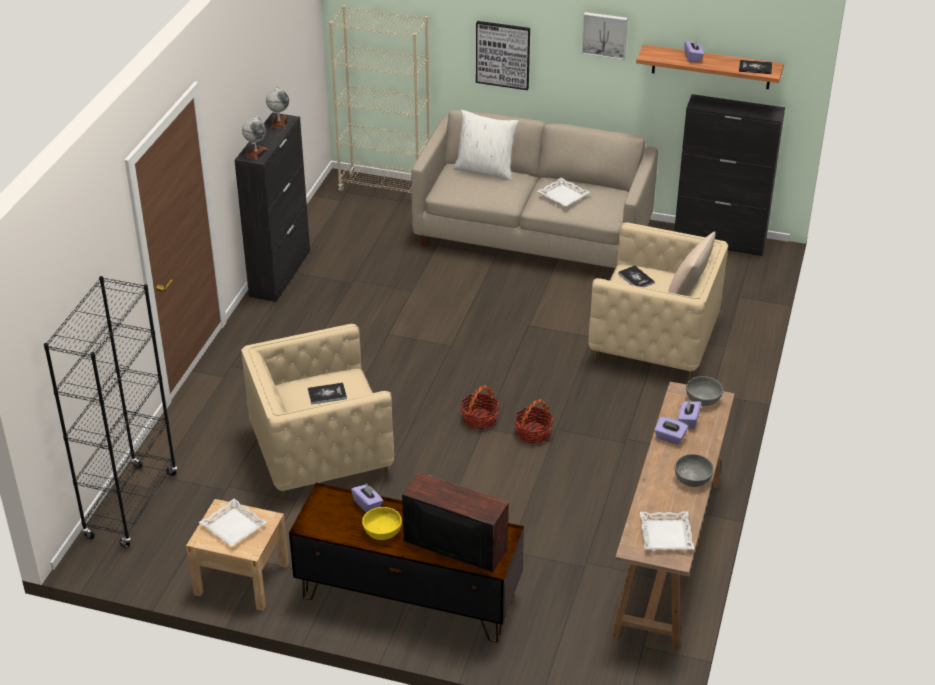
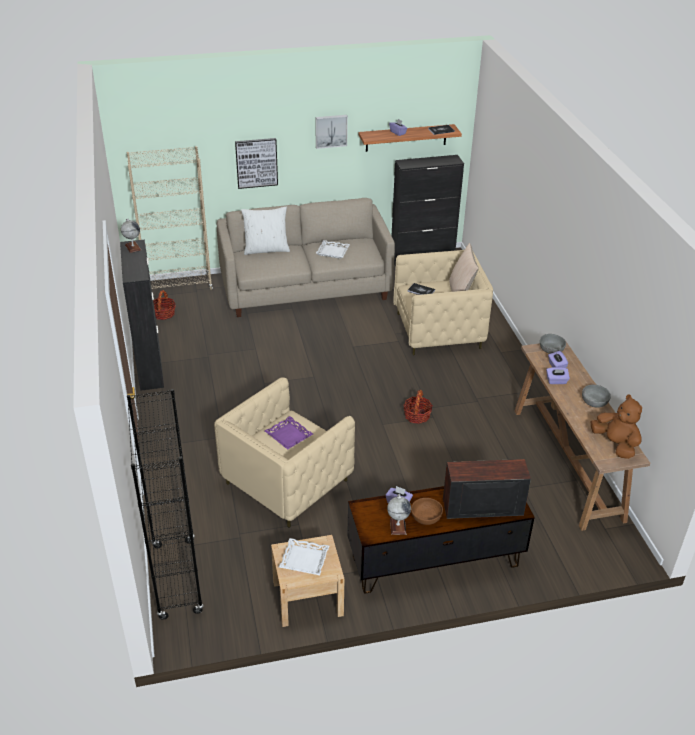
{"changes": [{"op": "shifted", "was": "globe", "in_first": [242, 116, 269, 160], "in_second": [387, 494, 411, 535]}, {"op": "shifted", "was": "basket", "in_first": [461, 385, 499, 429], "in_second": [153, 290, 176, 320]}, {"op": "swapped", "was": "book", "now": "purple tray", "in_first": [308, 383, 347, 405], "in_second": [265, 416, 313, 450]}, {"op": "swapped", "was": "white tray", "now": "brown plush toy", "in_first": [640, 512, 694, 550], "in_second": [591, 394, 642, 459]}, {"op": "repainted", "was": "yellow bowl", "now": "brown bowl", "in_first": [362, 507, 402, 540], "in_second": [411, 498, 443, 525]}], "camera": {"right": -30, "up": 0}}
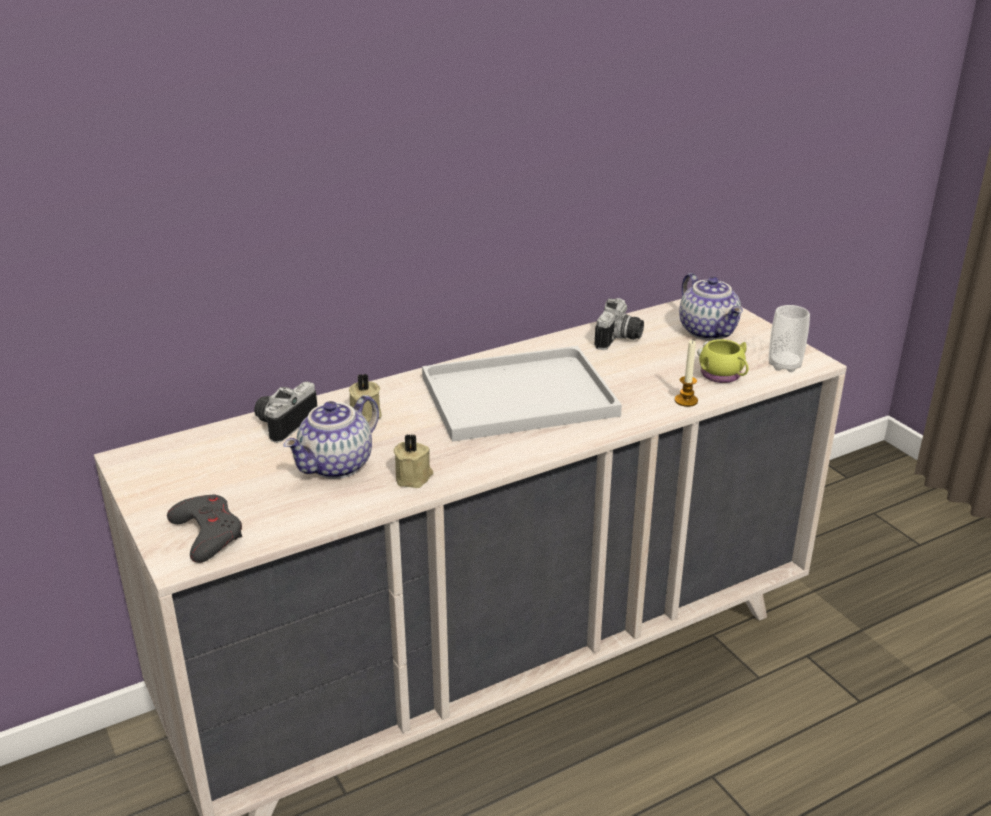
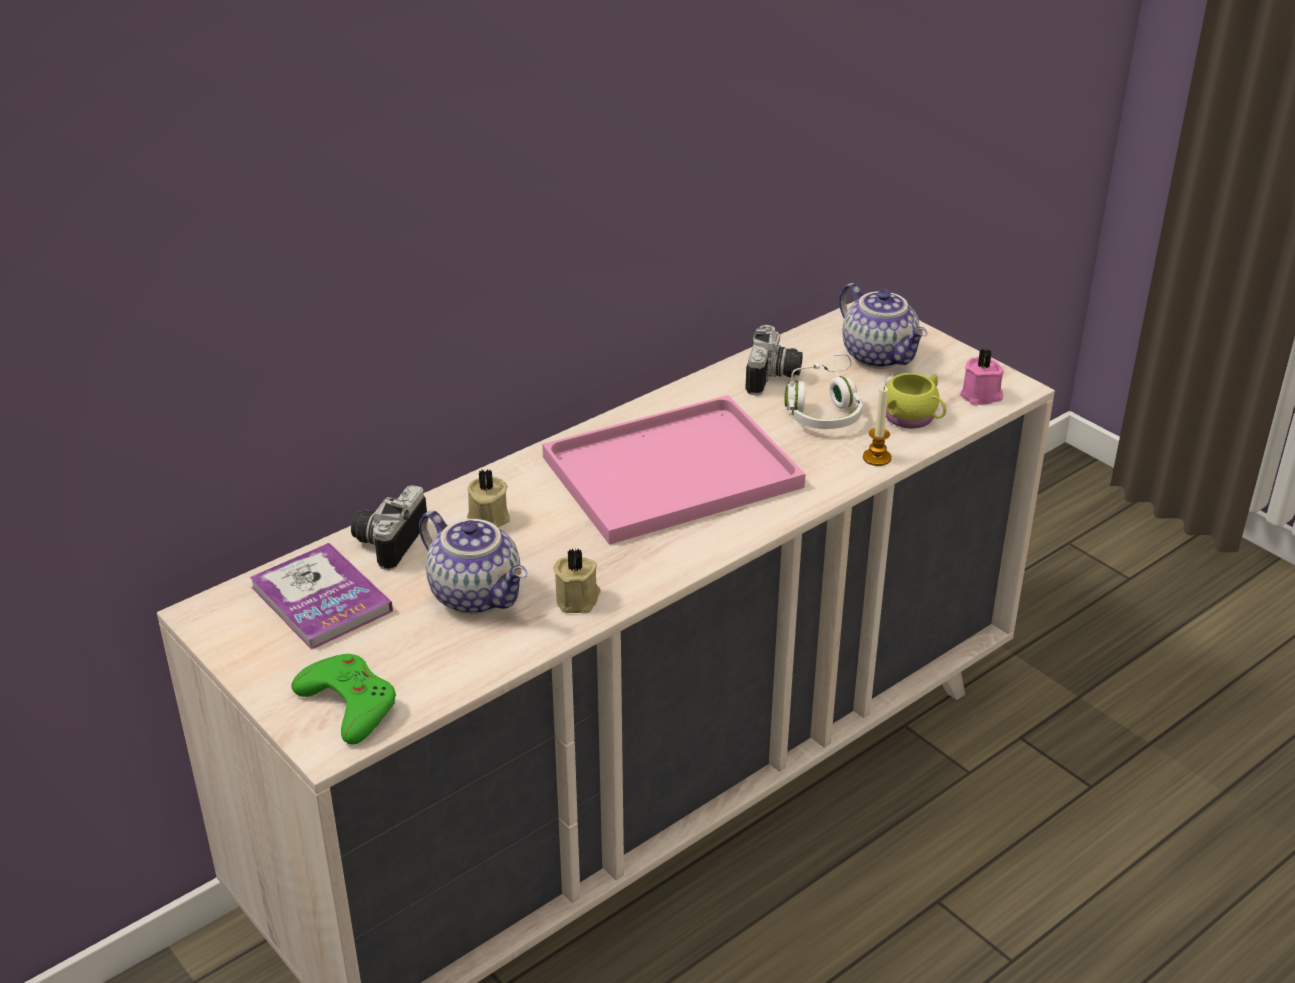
{"changes": [{"op": "new", "now": "book", "in_second": [249, 543, 393, 650]}, {"op": "new", "now": "white headphones", "in_second": [784, 354, 863, 429]}, {"op": "swapped", "was": "cup", "now": "pink candle", "in_first": [769, 305, 810, 372], "in_second": [960, 348, 1004, 406]}, {"op": "repainted", "was": "grey game controller", "now": "green game controller", "in_first": [167, 494, 242, 563], "in_second": [291, 654, 396, 744]}, {"op": "repainted", "was": "white tray", "now": "pink tray", "in_first": [422, 346, 622, 442], "in_second": [542, 395, 805, 545]}, {"op": "rotated", "was": "teapot", "in_first": [283, 395, 379, 479], "in_second": [419, 511, 527, 614], "clockwise": -75}], "camera": {"right": -10, "up": 5}}
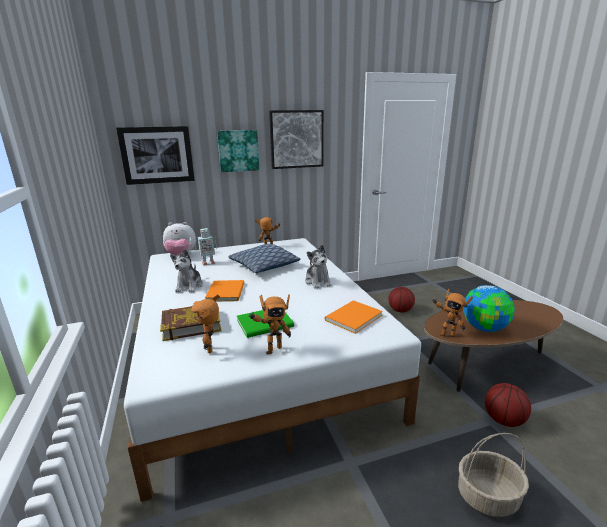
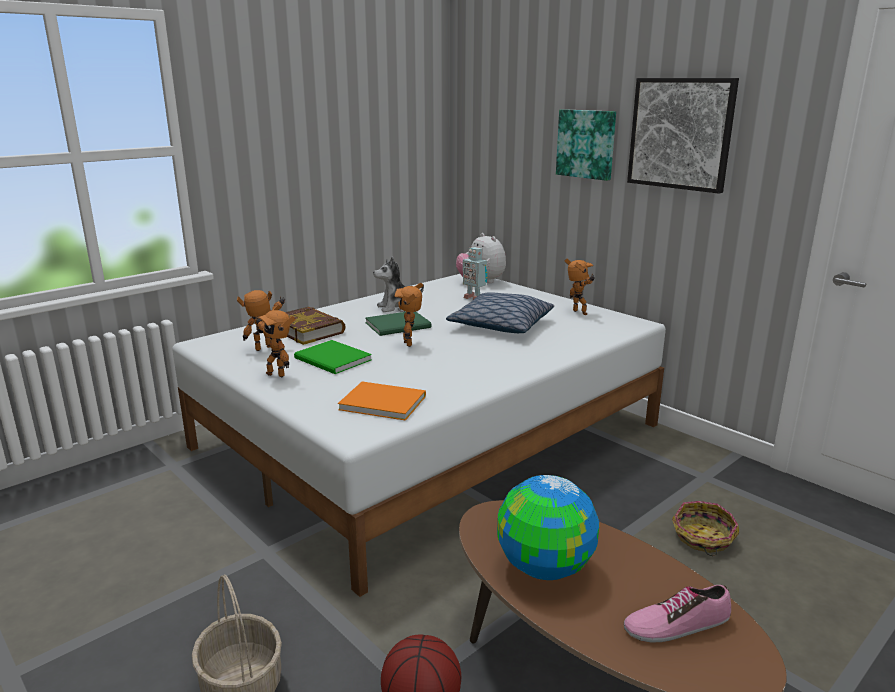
{"changes": [{"op": "gone", "was": "picture", "in_first": [116, 126, 195, 185]}, {"op": "gone", "was": "plush toy", "in_first": [305, 245, 332, 289]}, {"op": "new", "now": "shoe", "in_second": [624, 585, 731, 643]}, {"op": "shifted", "was": "toy robot", "in_first": [432, 289, 473, 336], "in_second": [394, 283, 423, 347]}, {"op": "swapped", "was": "basketball", "now": "basket", "in_first": [388, 287, 415, 313], "in_second": [672, 501, 739, 556]}, {"op": "repainted", "was": "orange book", "now": "green book", "in_first": [205, 280, 244, 302], "in_second": [365, 312, 431, 336]}], "camera": {"right": 65, "up": 0}}
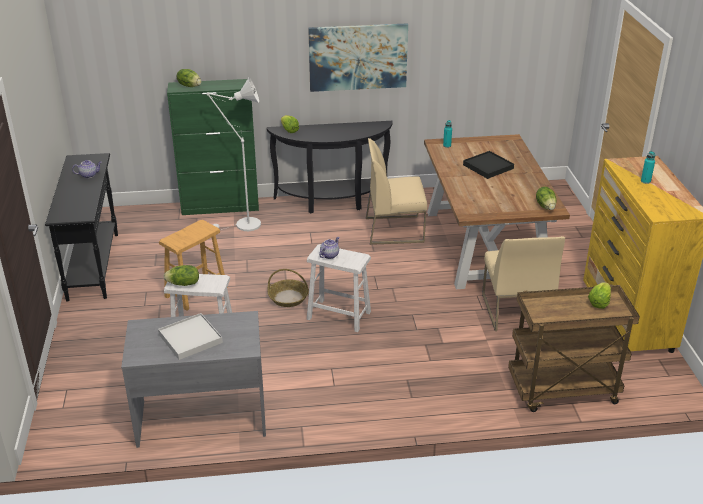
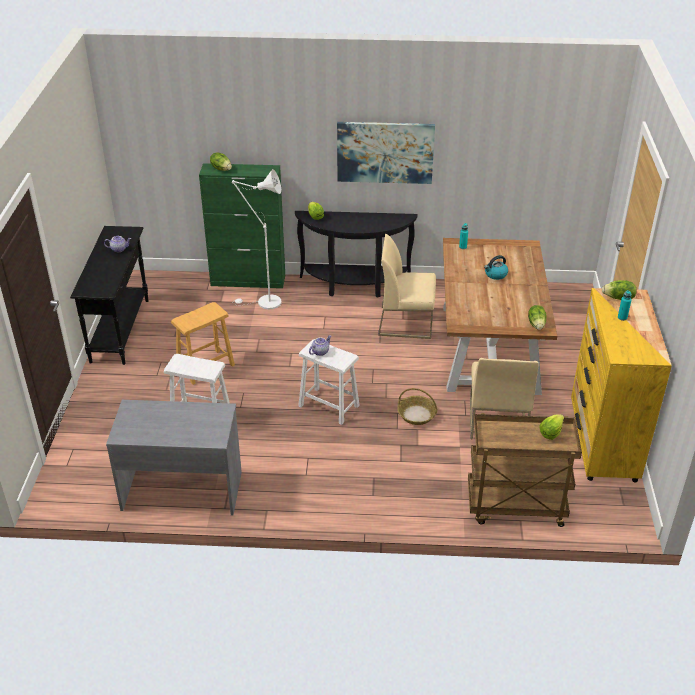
{"changes": [{"op": "gone", "was": "white tray", "in_first": [158, 313, 223, 360]}, {"op": "shifted", "was": "lettuce", "in_first": [163, 265, 199, 286], "in_second": [602, 280, 637, 300]}, {"op": "shifted", "was": "basket", "in_first": [267, 269, 309, 307], "in_second": [397, 388, 438, 425]}, {"op": "swapped", "was": "black tray", "now": "kettle", "in_first": [463, 151, 514, 179], "in_second": [484, 255, 508, 280]}], "camera": {"right": 10, "up": 5}}
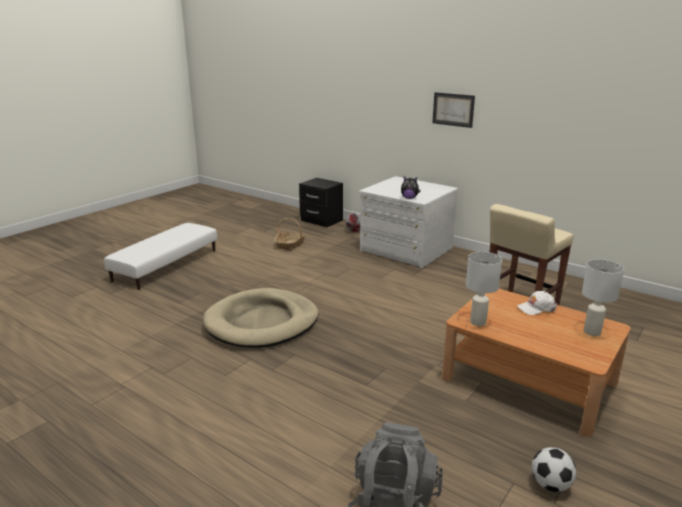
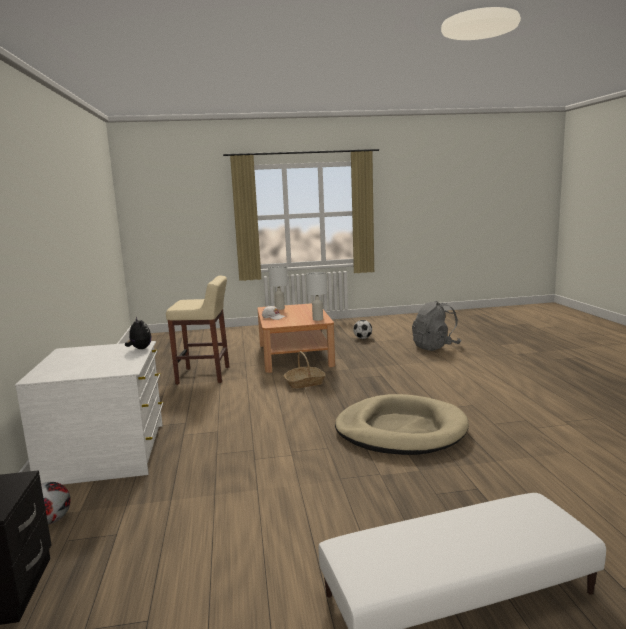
{"changes": [{"op": "gone", "was": "picture", "in_first": [432, 92, 475, 128]}, {"op": "shifted", "was": "basket", "in_first": [274, 218, 306, 250], "in_second": [284, 351, 326, 389]}], "camera": {"right": -135, "up": -10}}
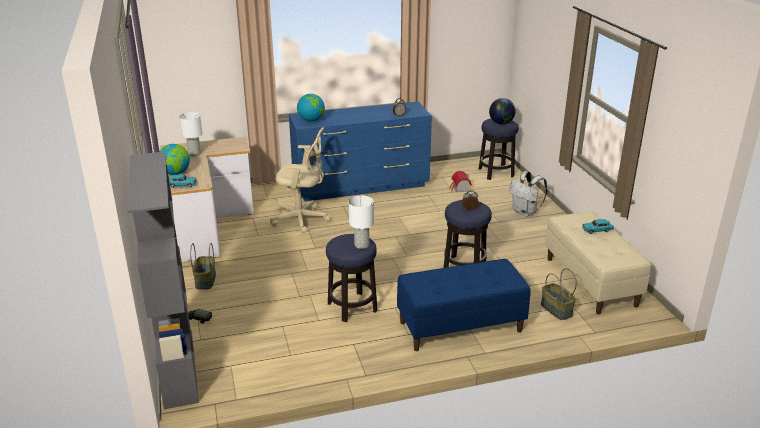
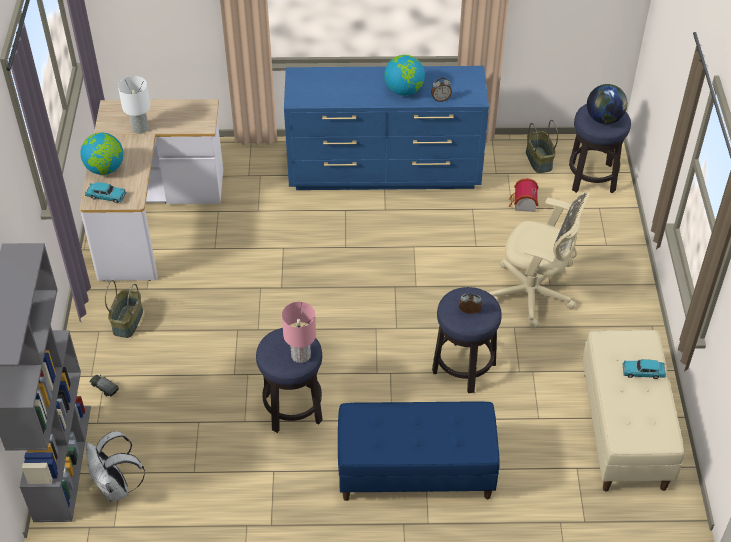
{"changes": [{"op": "shifted", "was": "beige office chair", "in_first": [270, 127, 331, 233], "in_second": [488, 192, 590, 329]}, {"op": "shifted", "was": "globe", "in_first": [297, 94, 325, 122], "in_second": [384, 55, 425, 96]}, {"op": "shifted", "was": "white backpack", "in_first": [509, 171, 547, 216], "in_second": [86, 431, 145, 502]}, {"op": "shifted", "was": "basket", "in_first": [541, 268, 577, 320], "in_second": [526, 120, 558, 173]}, {"op": "repainted", "was": "white table lamp", "now": "pink table lamp", "in_first": [349, 196, 374, 249], "in_second": [282, 302, 316, 363]}], "camera": {"right": 15, "up": 20}}
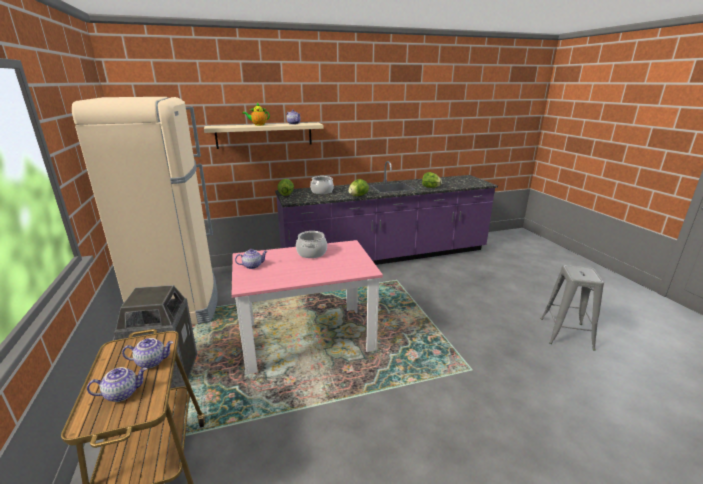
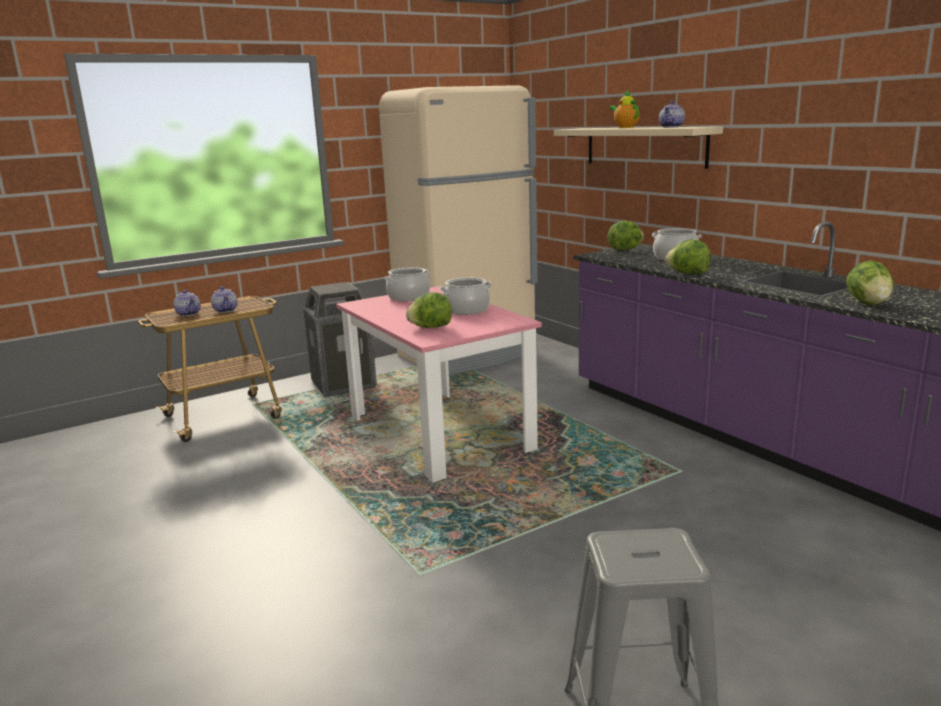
{"changes": [{"op": "new", "now": "lettuce", "in_second": [406, 292, 452, 328]}, {"op": "swapped", "was": "teapot", "now": "cooking pot", "in_first": [235, 249, 268, 269], "in_second": [385, 267, 430, 302]}], "camera": {"right": 75, "up": -5}}
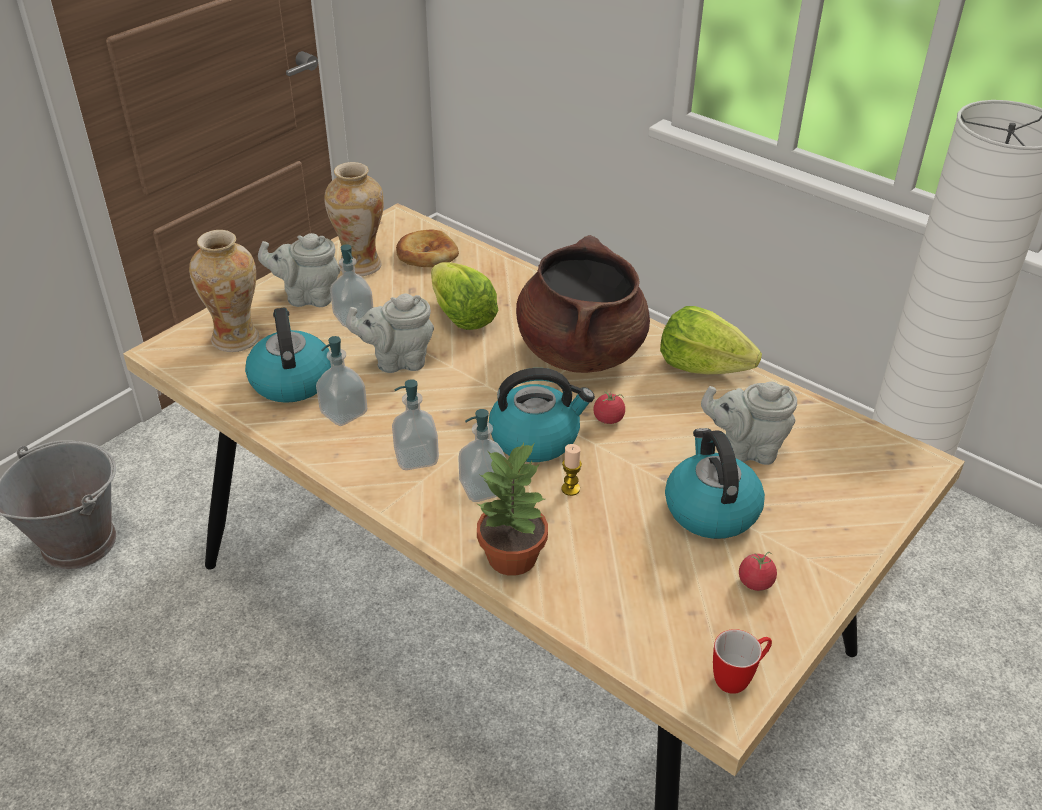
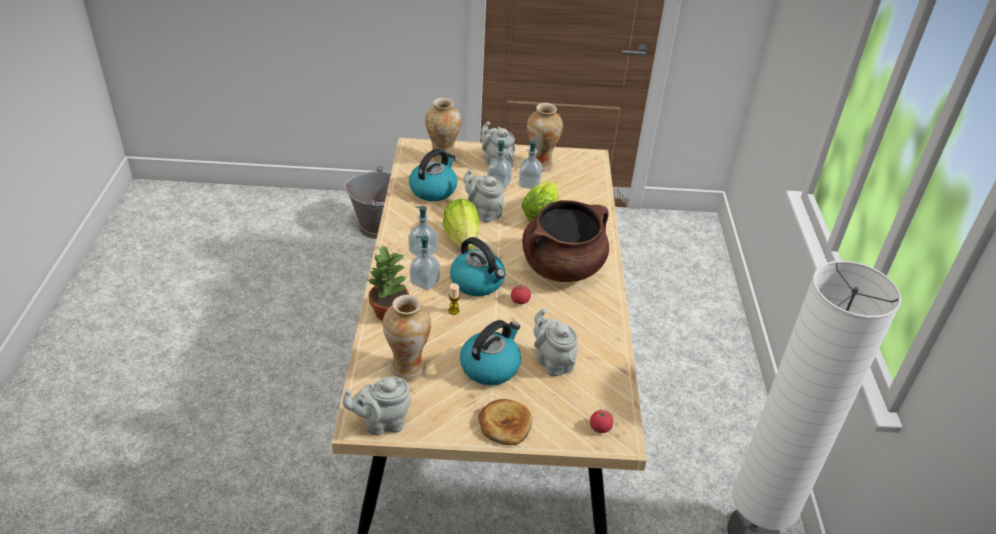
{"changes": [{"op": "new", "now": "vase", "in_second": [383, 295, 431, 381]}, {"op": "shifted", "was": "soap dispenser", "in_first": [316, 336, 367, 426], "in_second": [519, 141, 542, 189]}, {"op": "shifted", "was": "bread", "in_first": [396, 229, 459, 267], "in_second": [478, 399, 532, 445]}, {"op": "shifted", "was": "lettuce", "in_first": [660, 306, 762, 374], "in_second": [443, 199, 479, 250]}, {"op": "shifted", "was": "tomato", "in_first": [739, 552, 777, 591], "in_second": [590, 409, 613, 433]}, {"op": "swapped", "was": "mug", "now": "grey teapot", "in_first": [713, 629, 772, 694], "in_second": [342, 377, 411, 436]}], "camera": {"right": 50, "up": 0}}
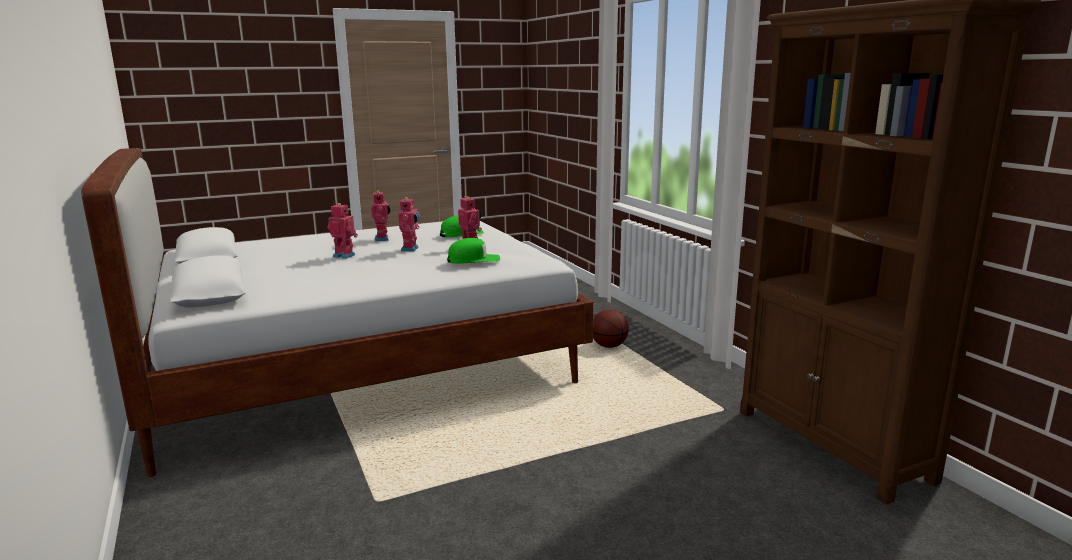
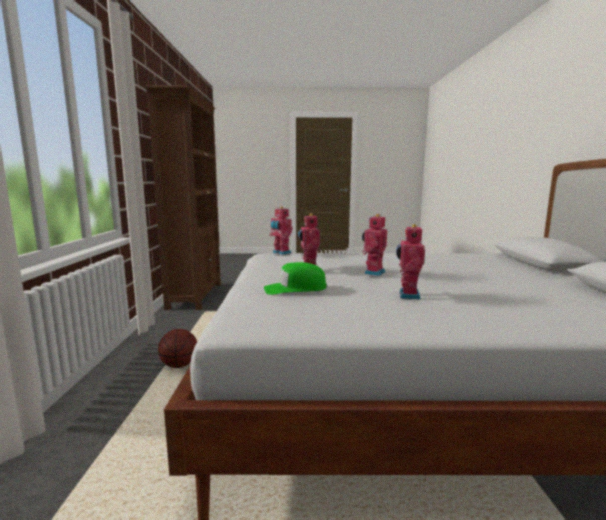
{"changes": [{"op": "gone", "was": "green cap", "in_first": [447, 238, 500, 264]}, {"op": "shifted", "was": "toy robot", "in_first": [327, 203, 358, 259], "in_second": [270, 206, 293, 255]}], "camera": {"right": -155, "up": -5}}
